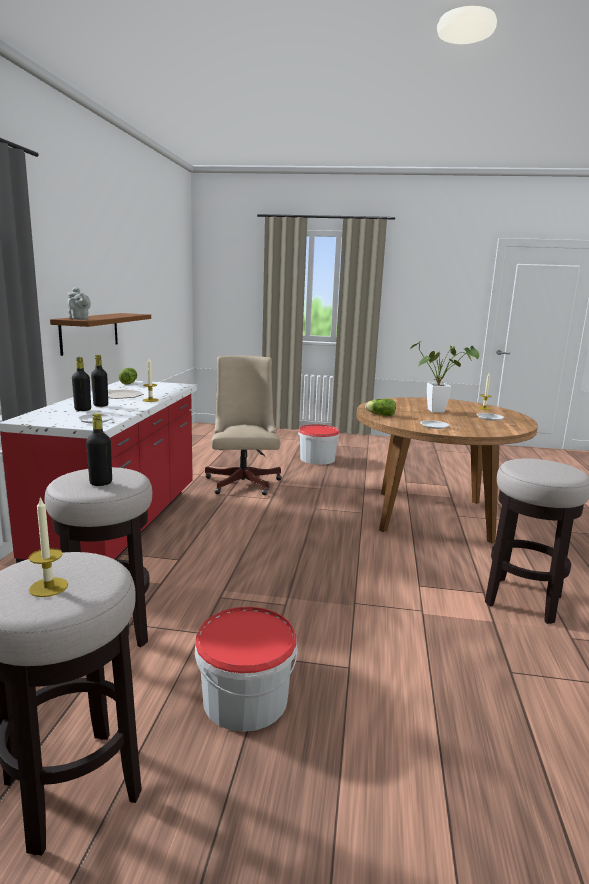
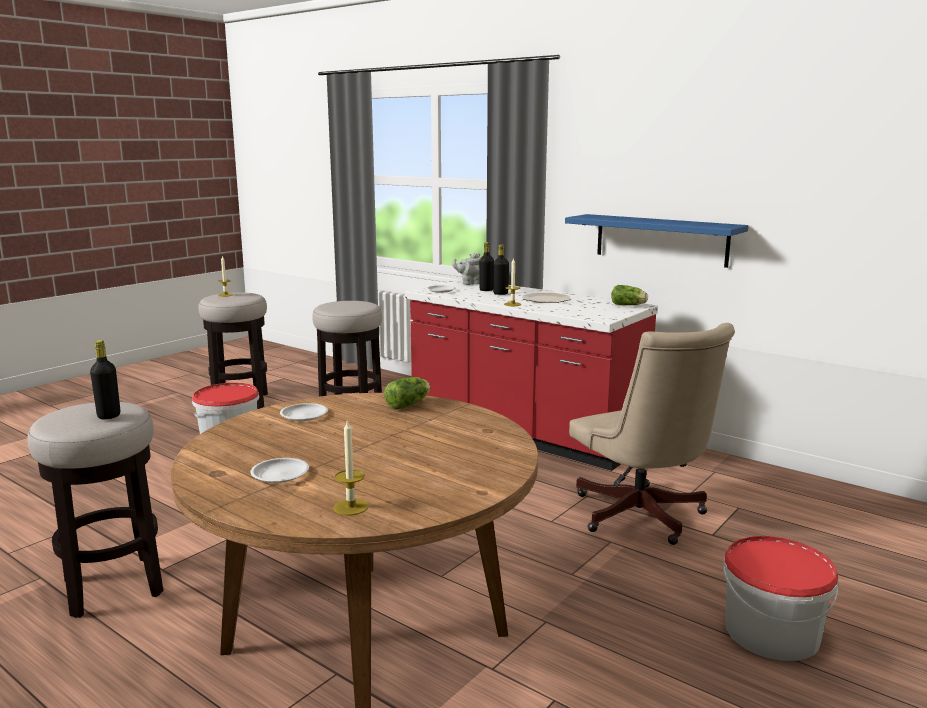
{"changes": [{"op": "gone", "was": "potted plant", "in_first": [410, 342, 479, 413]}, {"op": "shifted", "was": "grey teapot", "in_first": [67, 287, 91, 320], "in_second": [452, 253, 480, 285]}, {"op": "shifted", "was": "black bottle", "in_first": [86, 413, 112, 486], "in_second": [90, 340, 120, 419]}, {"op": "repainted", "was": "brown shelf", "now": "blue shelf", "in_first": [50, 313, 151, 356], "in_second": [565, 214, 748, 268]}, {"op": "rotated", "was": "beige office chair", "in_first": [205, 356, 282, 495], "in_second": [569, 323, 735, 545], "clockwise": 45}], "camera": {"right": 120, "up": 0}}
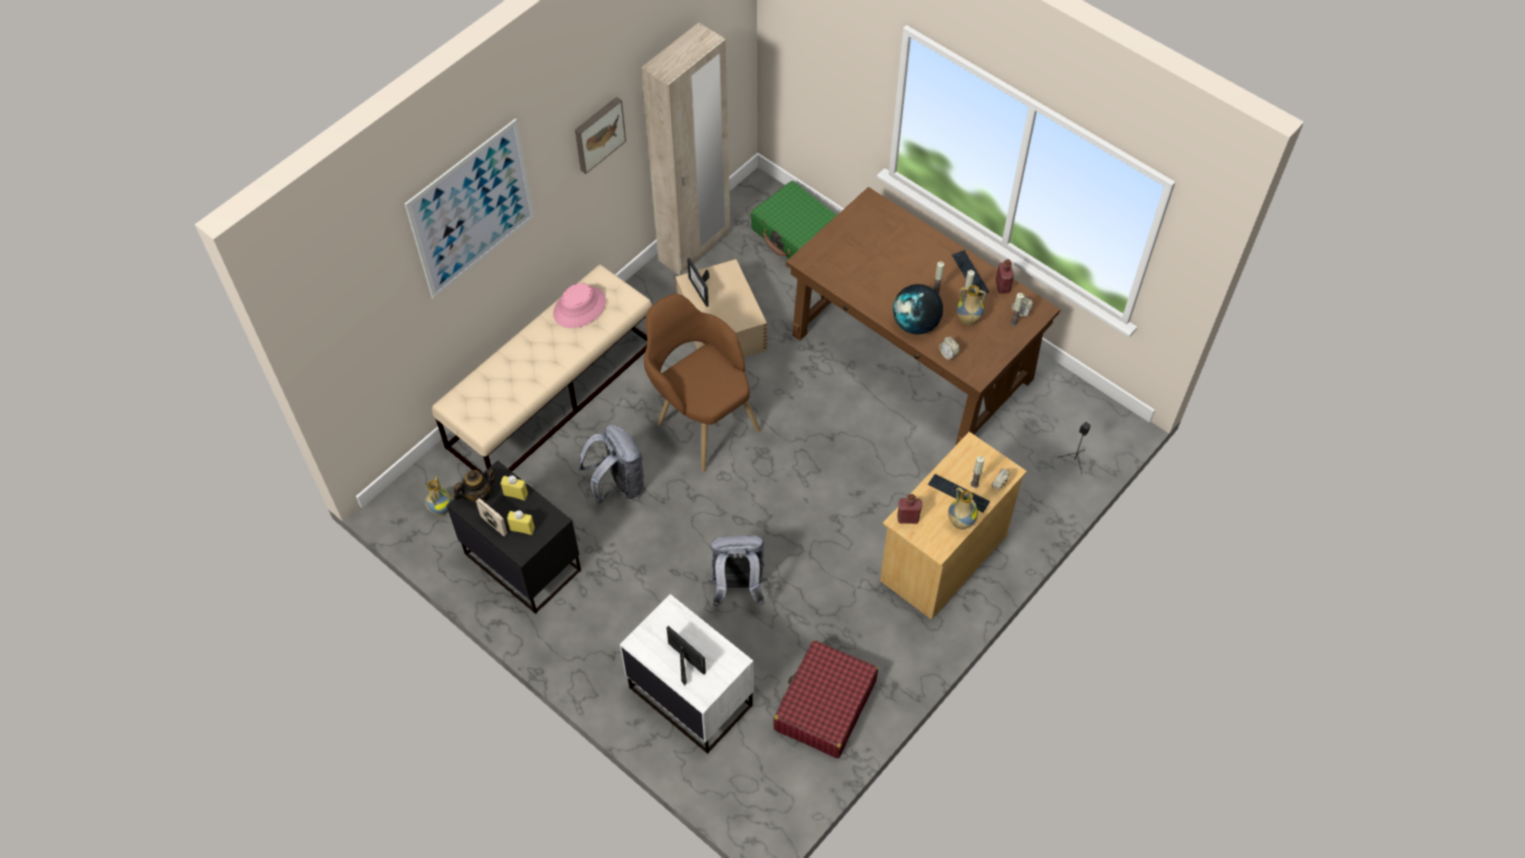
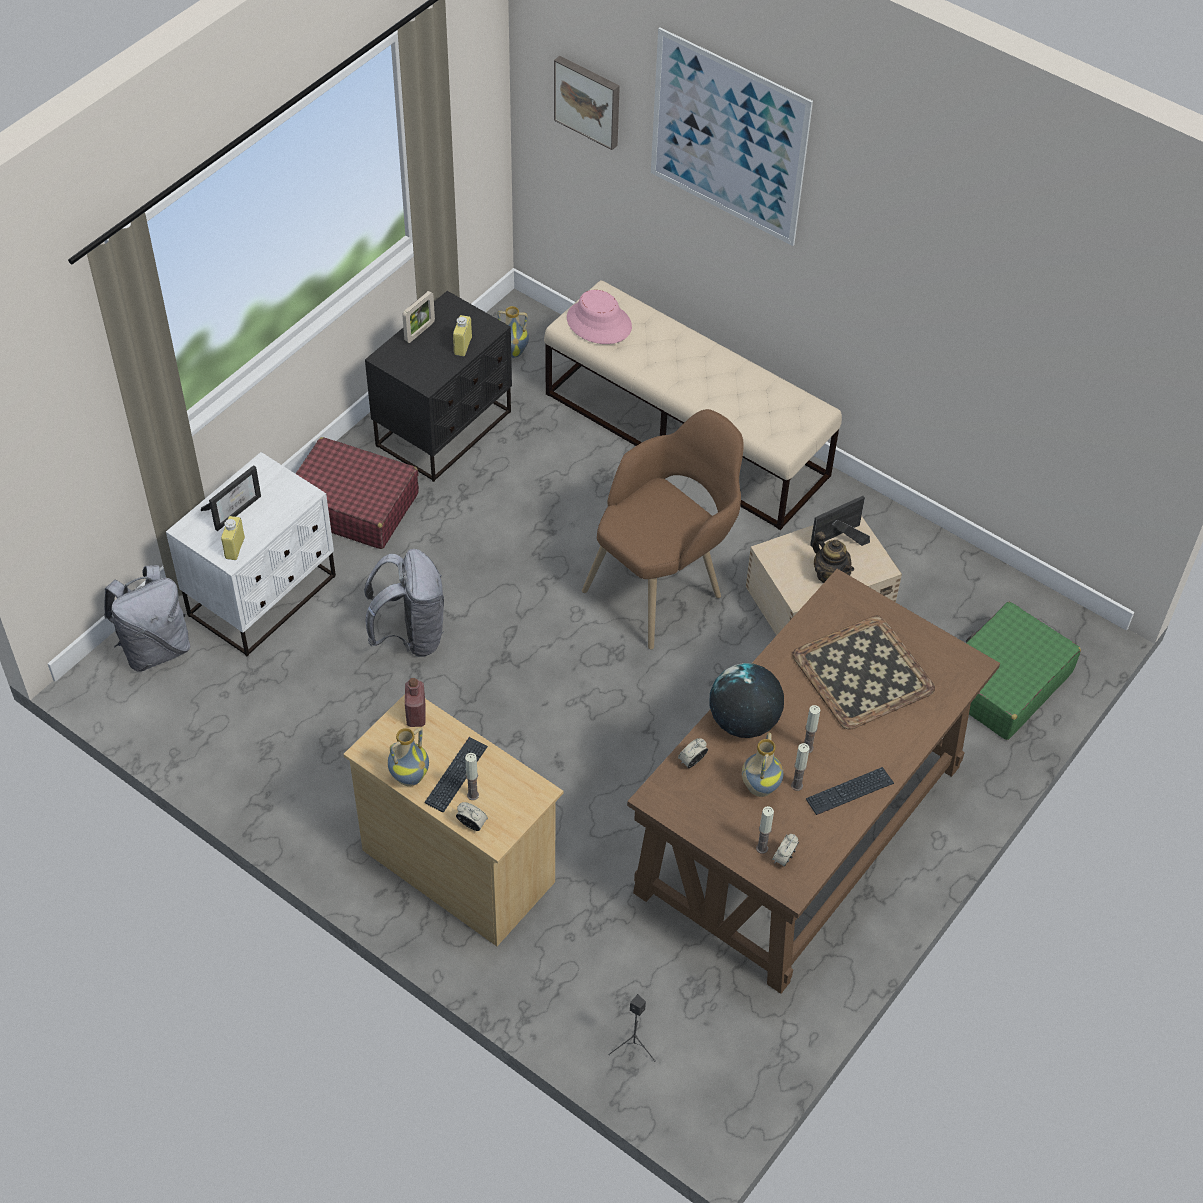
{"changes": [{"op": "gone", "was": "beige wardrobe", "in_first": [641, 22, 730, 275]}, {"op": "gone", "was": "red bottle", "in_first": [996, 259, 1014, 294]}, {"op": "new", "now": "tray", "in_second": [792, 615, 935, 730]}, {"op": "shifted", "was": "teapot", "in_first": [454, 468, 496, 504], "in_second": [812, 531, 854, 583]}, {"op": "shifted", "was": "yellow bottle", "in_first": [507, 510, 535, 535], "in_second": [221, 516, 245, 560]}, {"op": "shifted", "was": "pink hat", "in_first": [553, 283, 606, 328], "in_second": [567, 290, 632, 344]}, {"op": "shifted", "was": "picture", "in_first": [575, 97, 626, 174], "in_second": [554, 56, 620, 150]}, {"op": "shifted", "was": "grey backpack", "in_first": [579, 425, 644, 504], "in_second": [104, 565, 190, 672]}, {"op": "shifted", "was": "red suitcase", "in_first": [773, 640, 878, 758], "in_second": [296, 437, 419, 549]}], "camera": {"right": 85, "up": -5}}
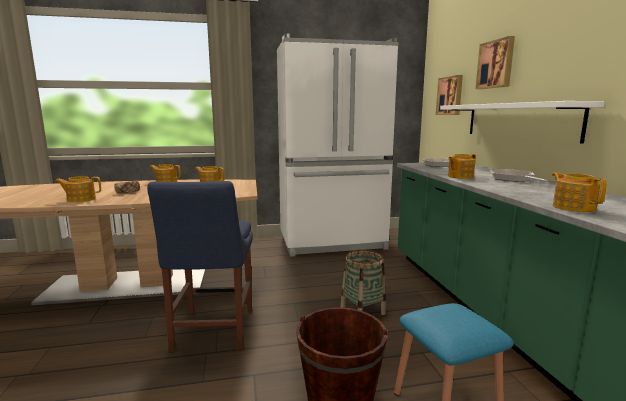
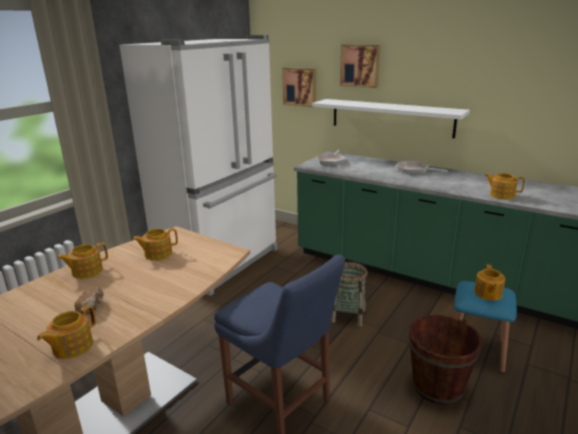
{"changes": [{"op": "shifted", "was": "teapot", "in_first": [448, 154, 476, 179], "in_second": [474, 264, 505, 301]}], "camera": {"right": -45, "up": 10}}
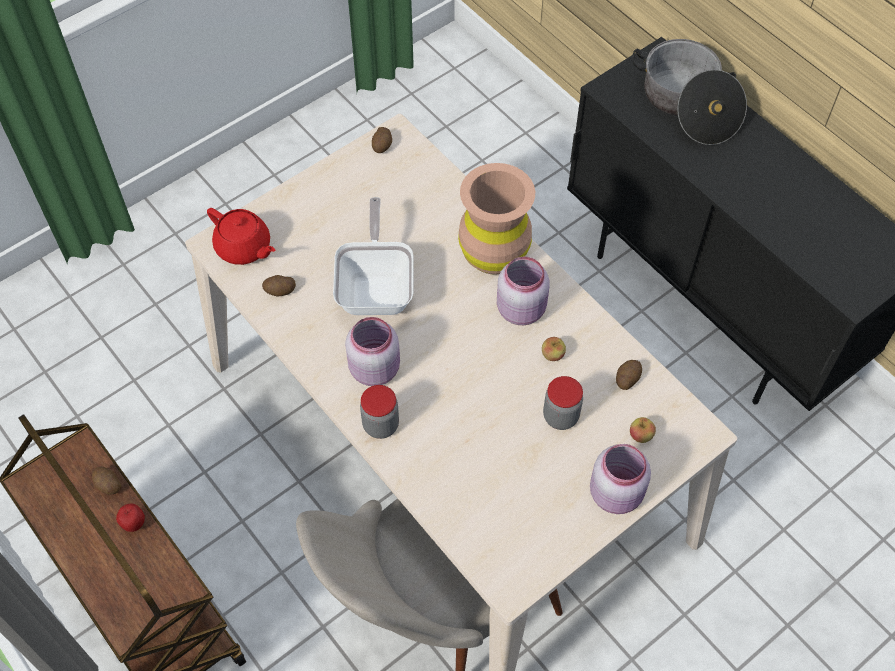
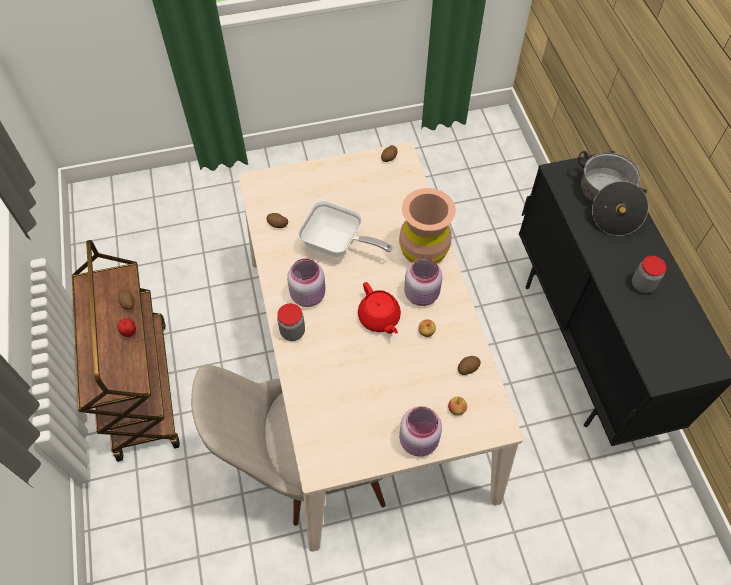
{"changes": [{"op": "shifted", "was": "red teapot", "in_first": [207, 208, 275, 265], "in_second": [358, 282, 401, 334]}, {"op": "shifted", "was": "jar", "in_first": [543, 376, 583, 430], "in_second": [632, 256, 667, 293]}, {"op": "rotated", "was": "frying pan", "in_first": [333, 197, 413, 315], "in_second": [297, 201, 393, 257], "clockwise": 90}], "camera": {"right": 25, "up": 0}}
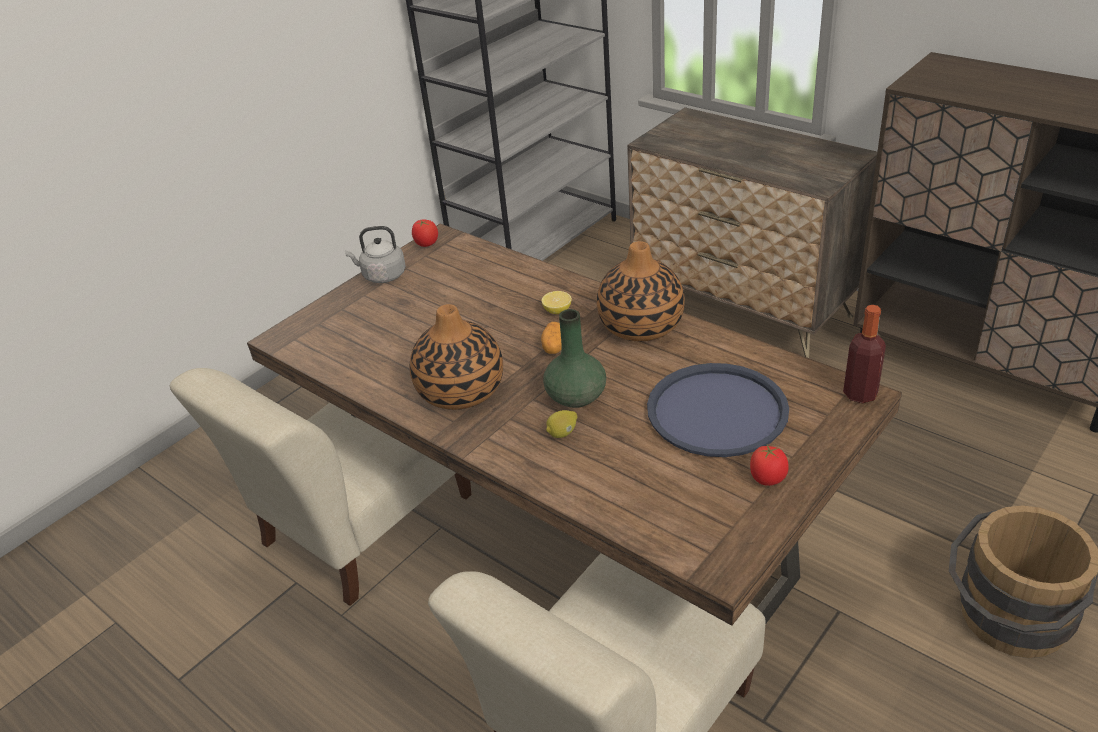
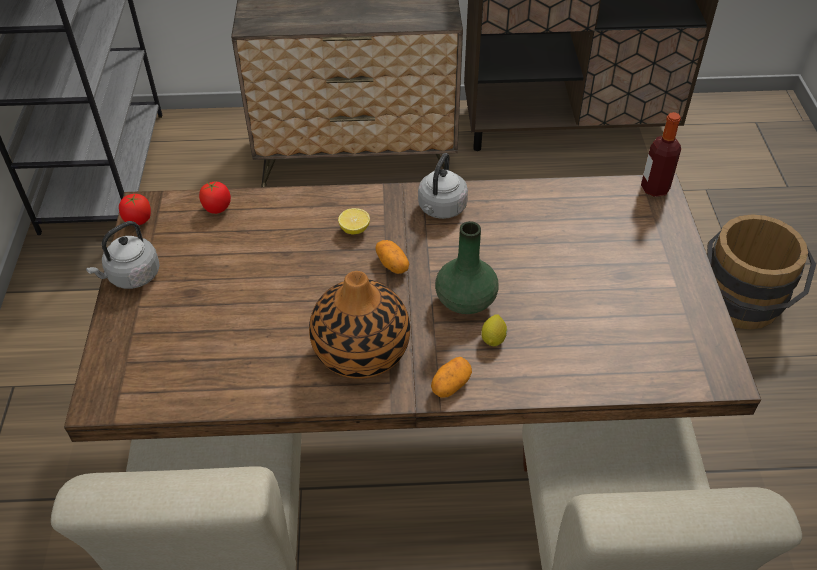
{"changes": [{"op": "gone", "was": "blue tray", "in_first": [647, 363, 789, 457]}, {"op": "new", "now": "potato", "in_second": [431, 357, 472, 398]}, {"op": "shifted", "was": "tomato", "in_first": [750, 445, 789, 486], "in_second": [199, 182, 231, 214]}, {"op": "swapped", "was": "vase", "now": "grey kettle", "in_first": [597, 241, 685, 342], "in_second": [418, 153, 468, 219]}], "camera": {"right": -45, "up": 10}}
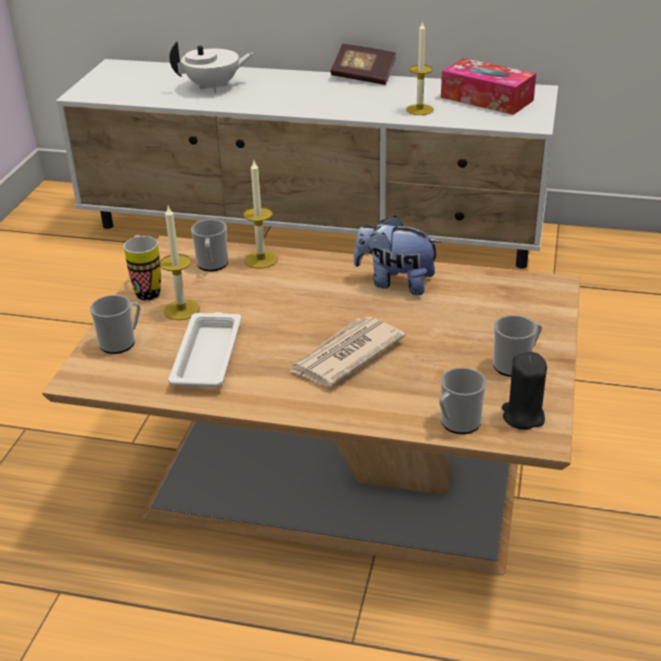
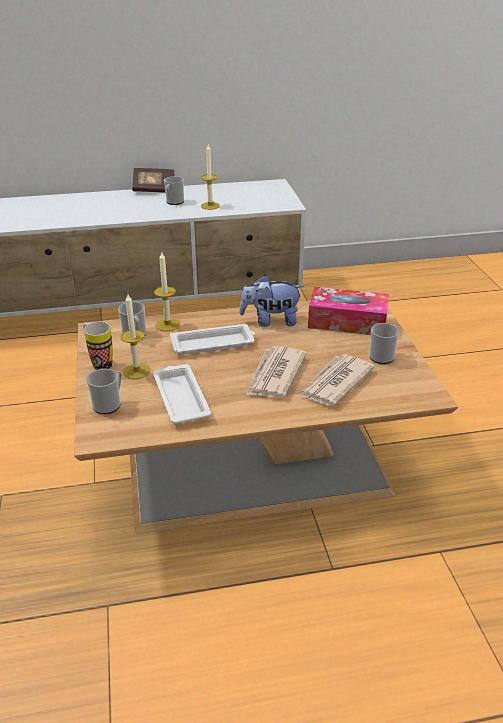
{"changes": [{"op": "gone", "was": "white teapot", "in_first": [169, 41, 253, 93]}, {"op": "gone", "was": "black candle", "in_first": [502, 352, 547, 430]}, {"op": "new", "now": "white tray", "in_second": [170, 324, 255, 354]}, {"op": "new", "now": "newspaper", "in_second": [298, 354, 375, 406]}, {"op": "shifted", "was": "mug", "in_first": [439, 367, 487, 434], "in_second": [164, 176, 184, 205]}, {"op": "shifted", "was": "tissue box", "in_first": [441, 58, 536, 115], "in_second": [308, 287, 389, 335]}], "camera": {"right": -25, "up": 0}}
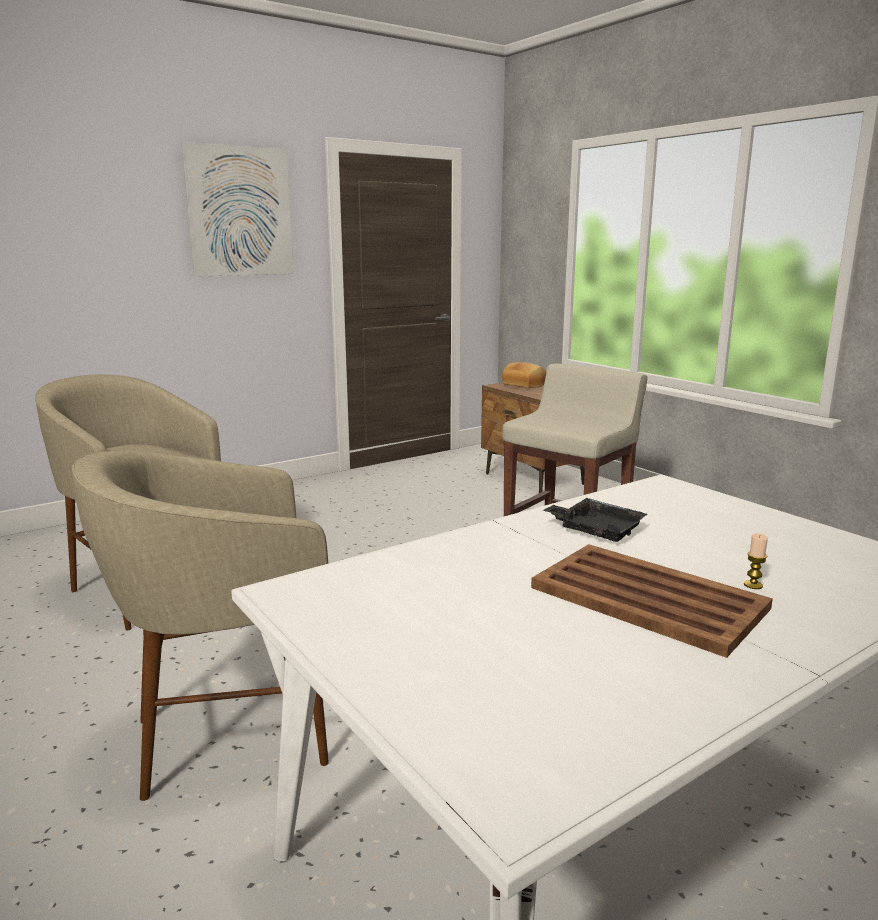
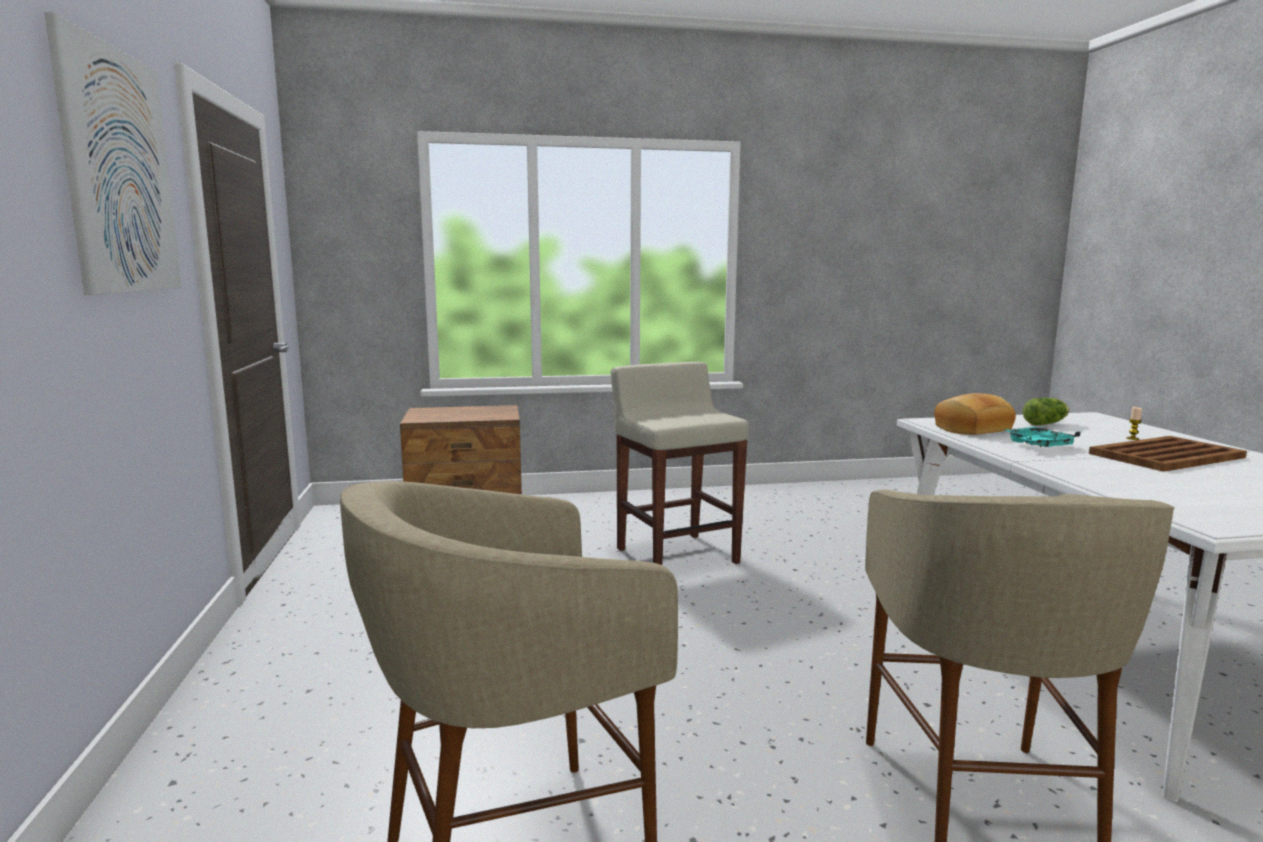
{"changes": [{"op": "new", "now": "lettuce", "in_second": [1023, 398, 1069, 426]}, {"op": "shifted", "was": "bread", "in_first": [502, 362, 546, 388], "in_second": [934, 393, 1016, 435]}, {"op": "repainted", "was": "black tray", "now": "turquoise tray", "in_first": [543, 498, 648, 542], "in_second": [1005, 427, 1081, 447]}], "camera": {"right": -65, "up": -5}}
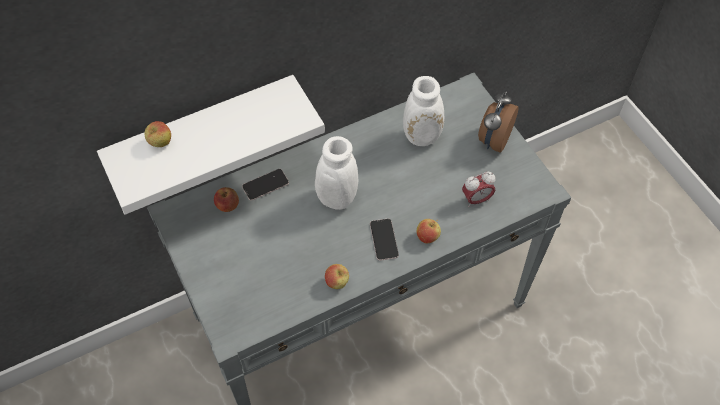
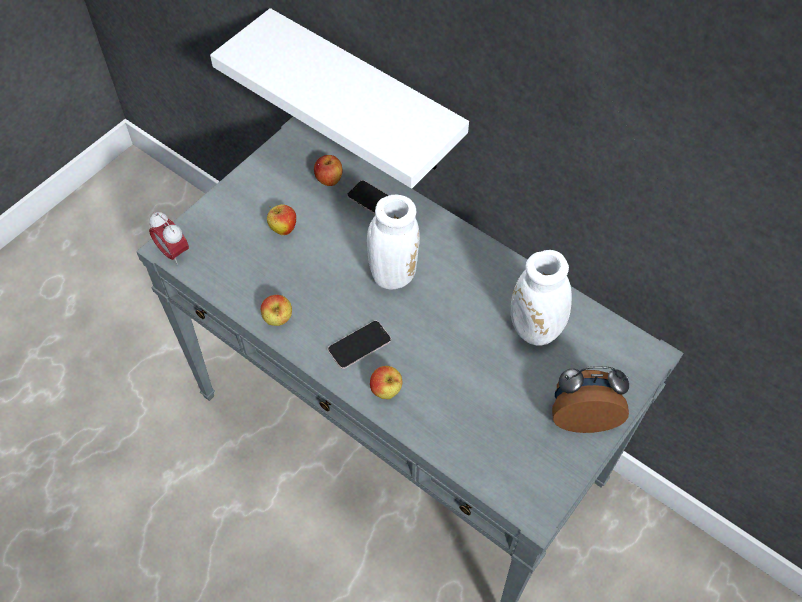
{"changes": [{"op": "shifted", "was": "apple", "in_first": [144, 121, 171, 147], "in_second": [267, 204, 296, 235]}, {"op": "shifted", "was": "alarm clock", "in_first": [462, 172, 495, 207], "in_second": [149, 212, 189, 265]}], "camera": {"right": 65, "up": 0}}
